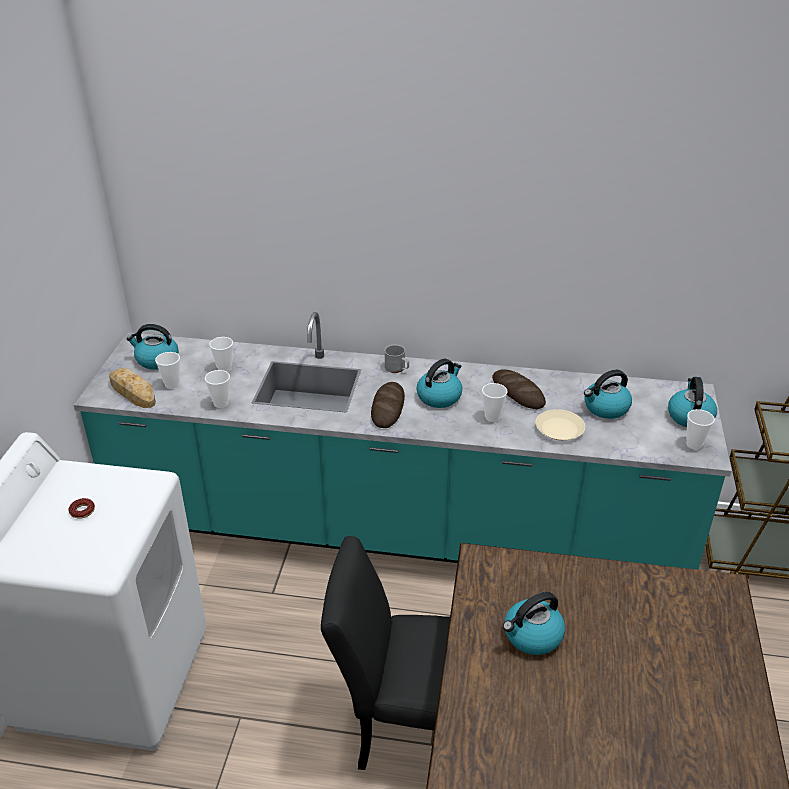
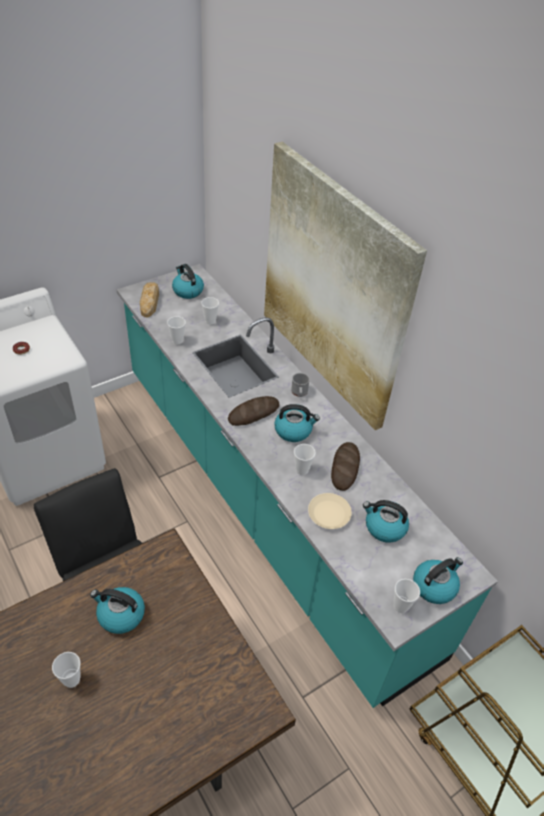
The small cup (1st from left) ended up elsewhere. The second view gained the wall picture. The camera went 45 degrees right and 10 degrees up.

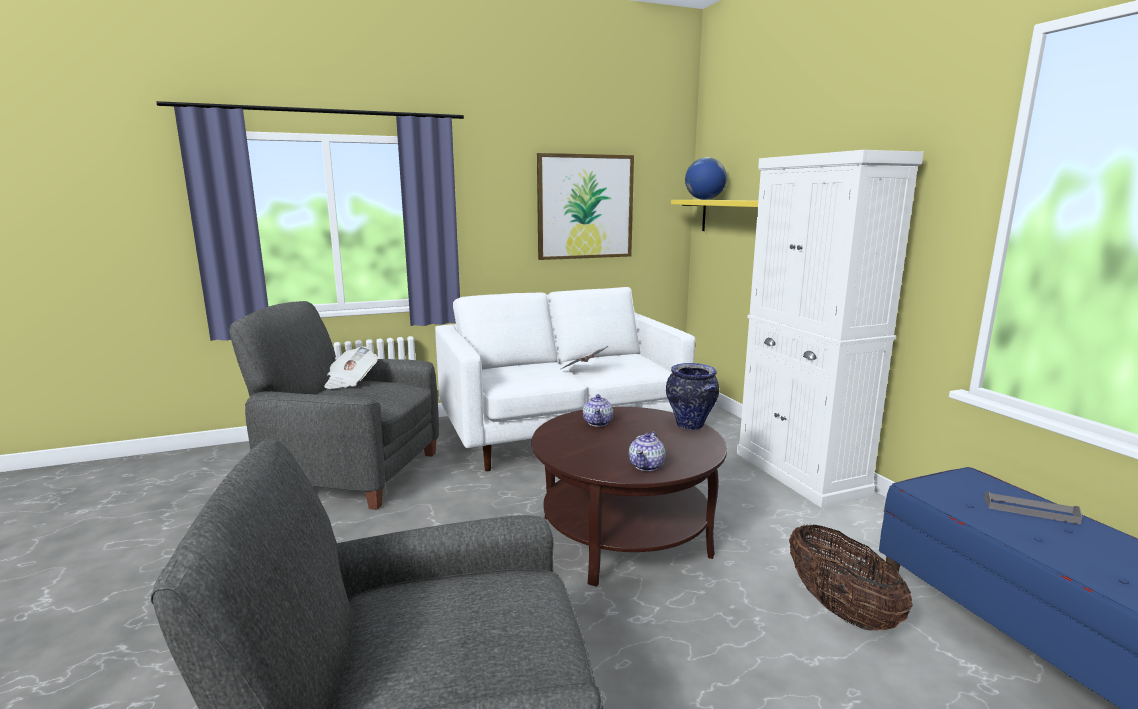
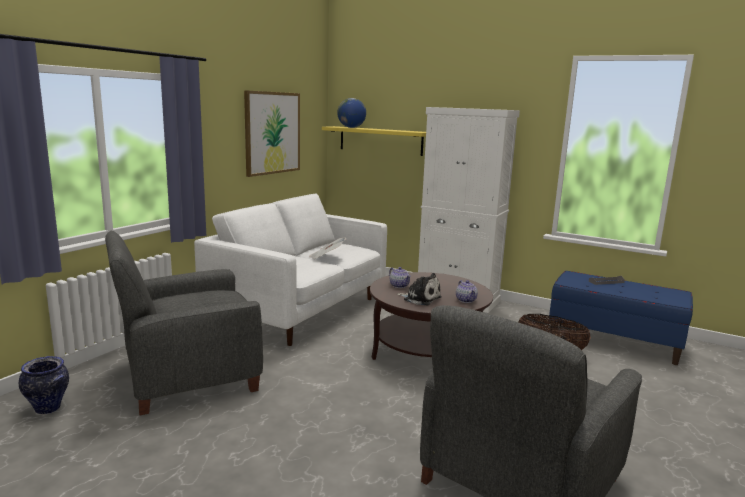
The vase ended up elsewhere. The second view gained the soft toy. The second view lost the printed paper (1st from left). The camera went 40 degrees left and 0 degrees up.

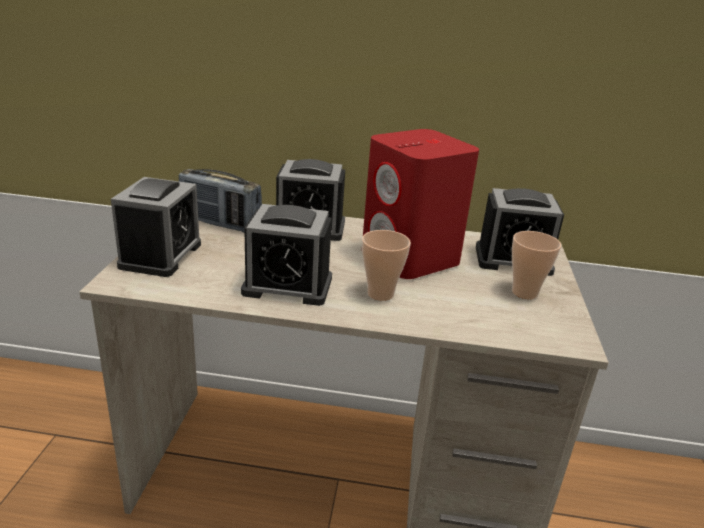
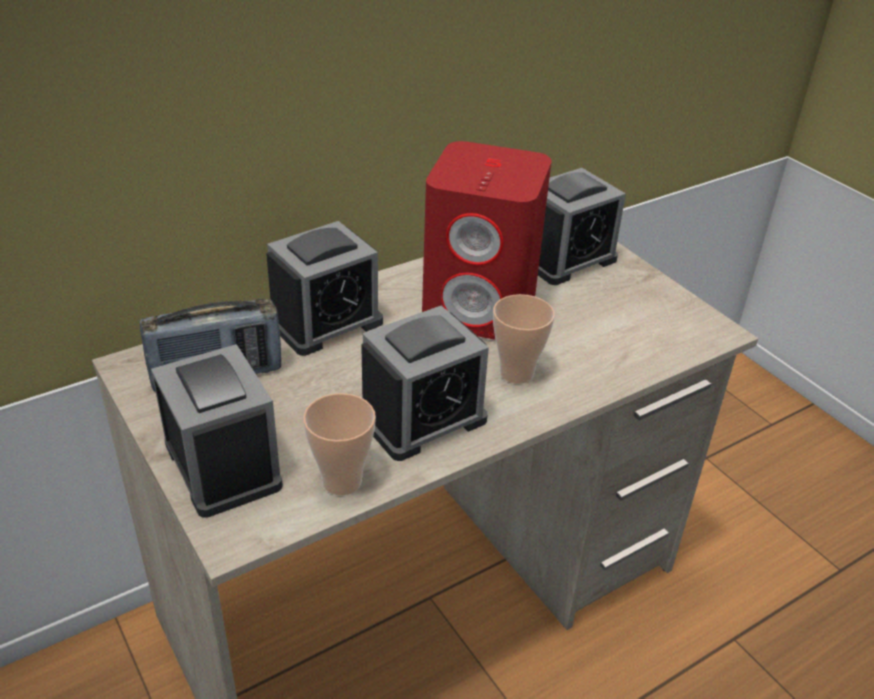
The small cup (2nd from left in the first image) ended up elsewhere. The camera went 40 degrees left and 10 degrees up.

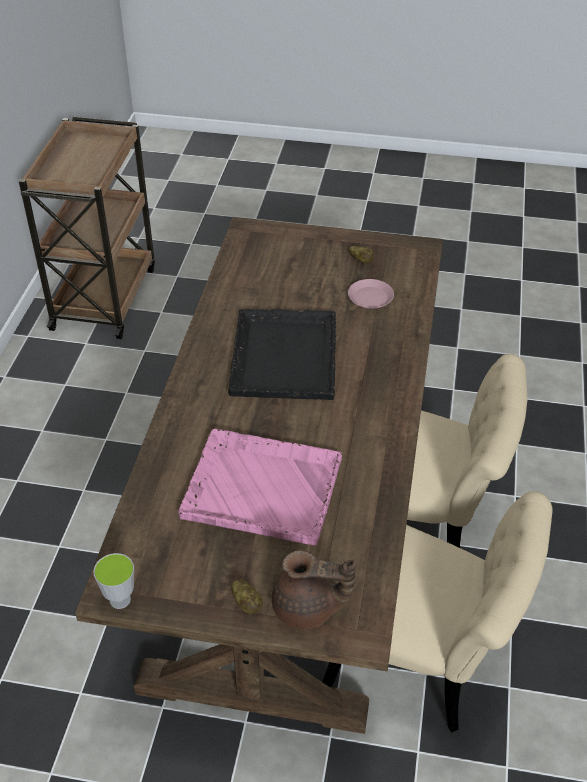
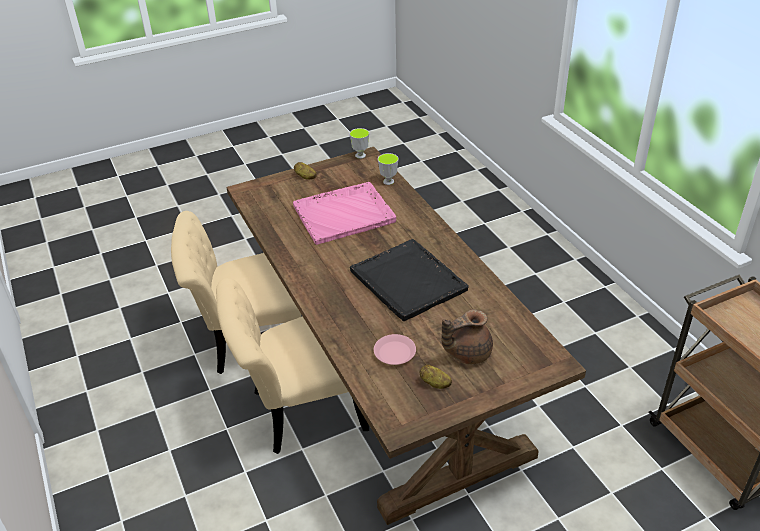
The second view gained the small cup (2nd from left). The brown-coloured tea pot ended up elsewhere. The camera went 145 degrees right and 5 degrees down.

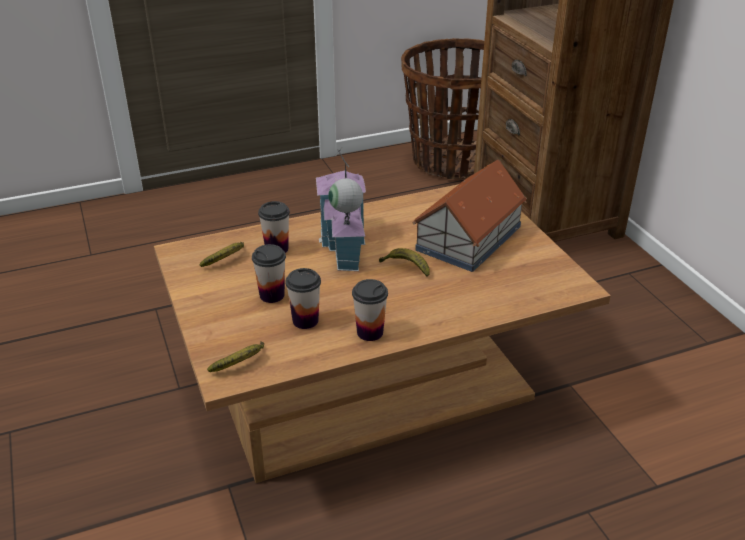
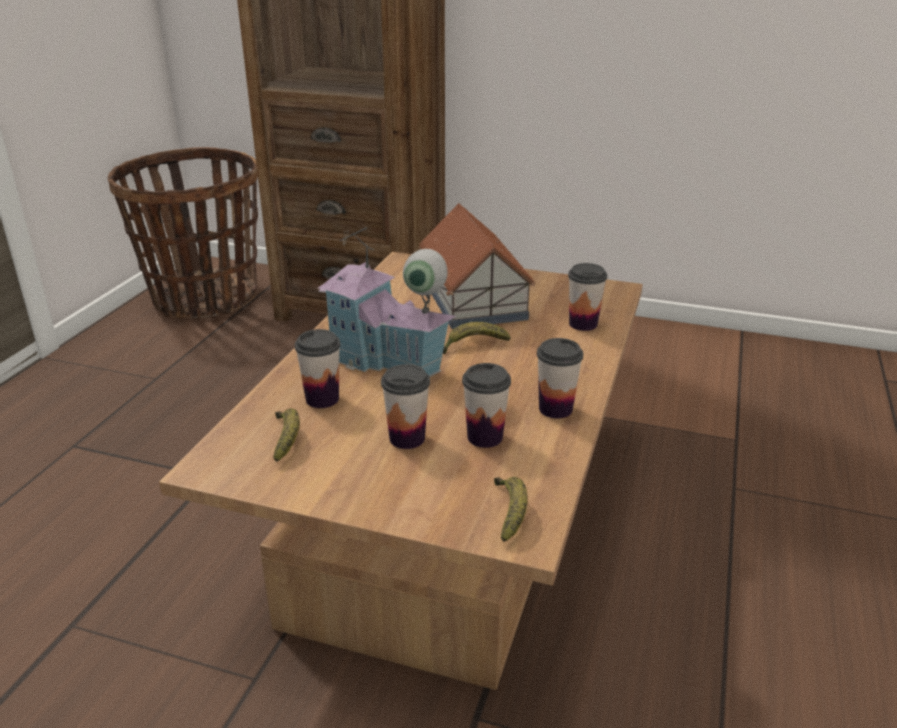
The second view gained the small cup (5th from left). The camera went 50 degrees left and 5 degrees down.

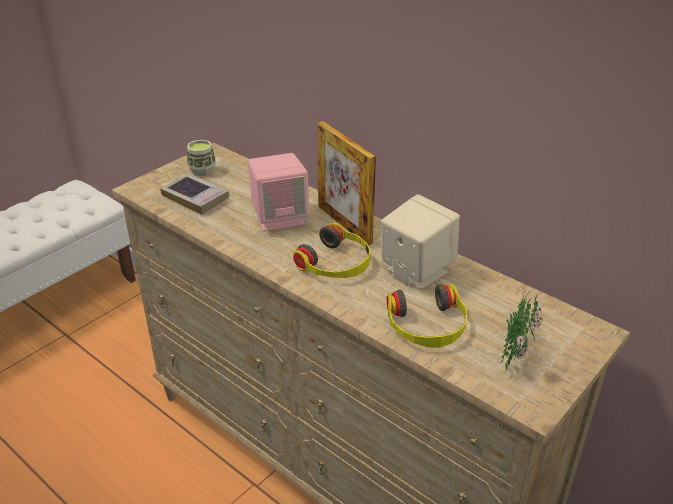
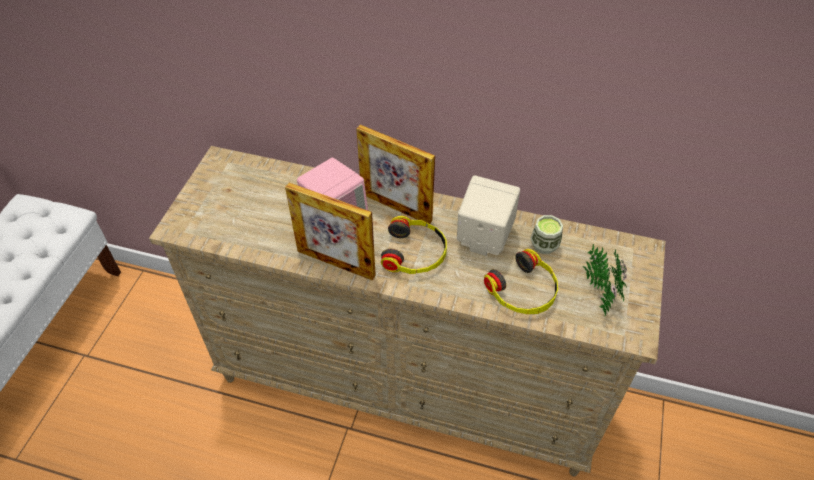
The second view gained the standing frame (1st from left). The small cup ended up elsewhere. The second view lost the volume. The camera went 25 degrees left and 15 degrees up.

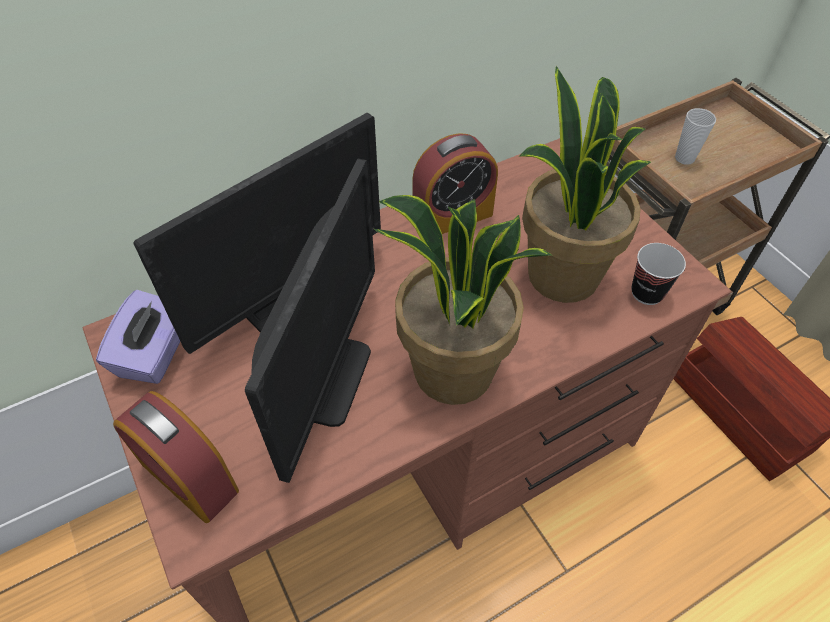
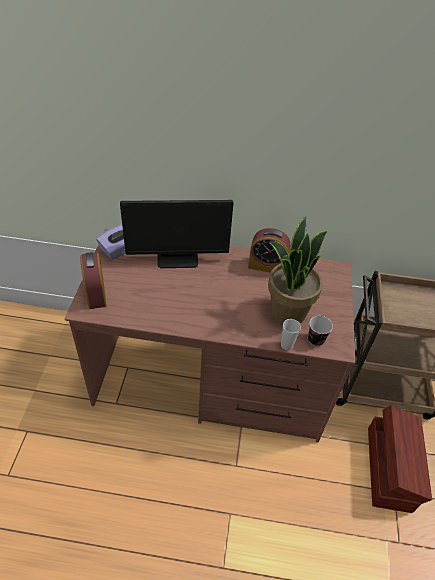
The small cup (2nd from left in the first image) ended up elsewhere. The second view lost the computer display (2nd from left). The second view lost the potted plant (1st from left). The camera went 35 degrees right and 5 degrees down.

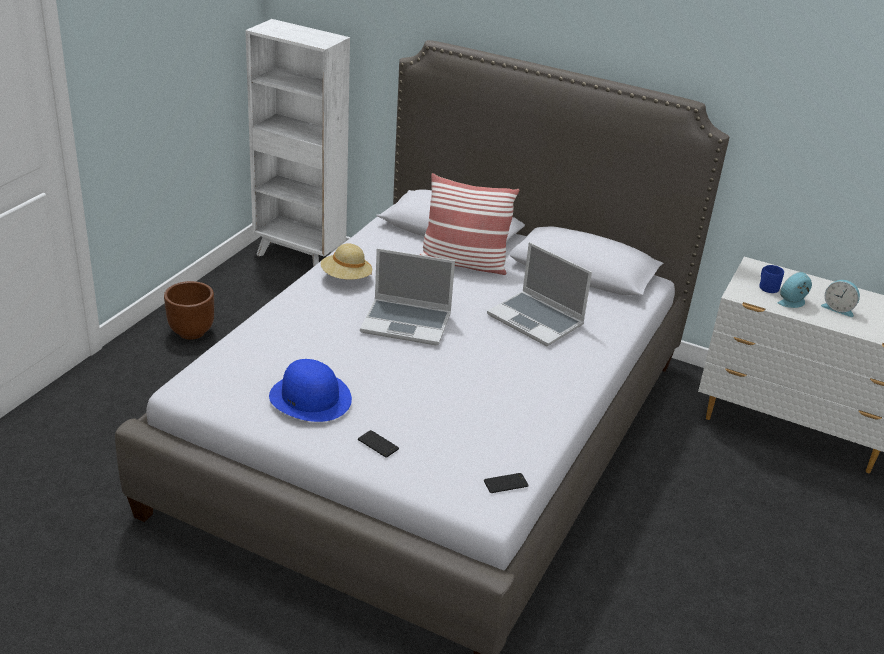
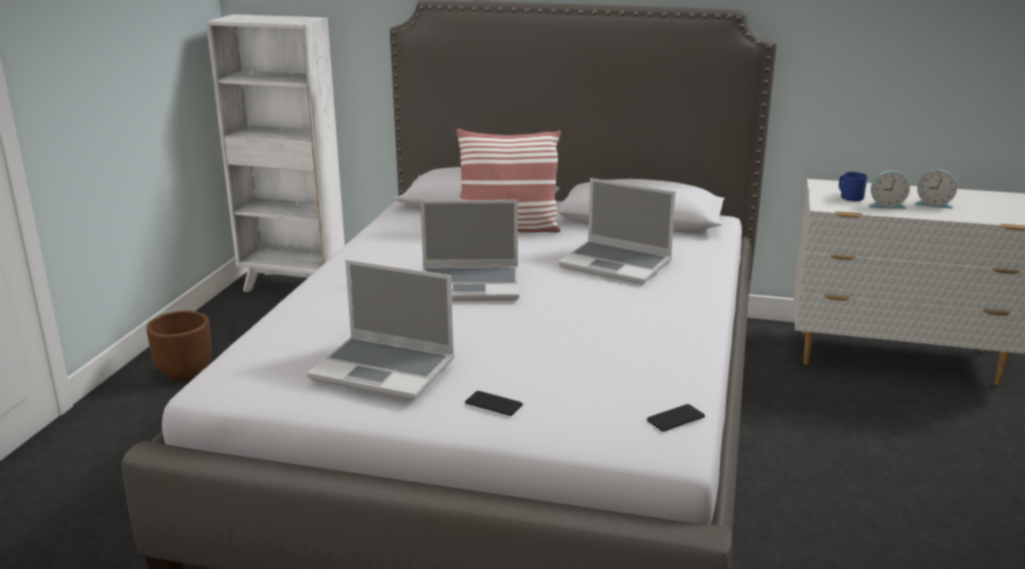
Where the blue hat stood, the notebook computer (1st from left) came to stand. The alarm clock (1st from left) ended up facing another way, 135 degrees counterclockwise from before. The second view lost the beige-coloured hat. The camera went 10 degrees left and 10 degrees down.

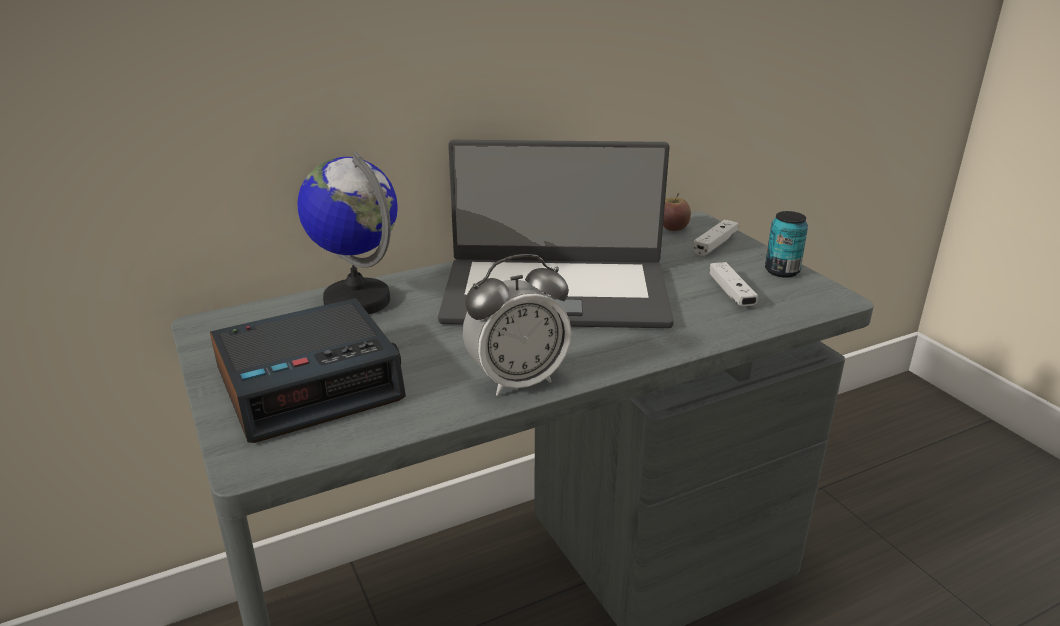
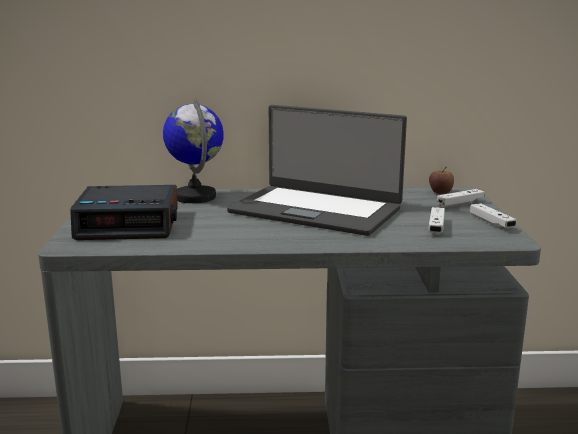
Where the can stood, the white-coloured game controller (3rd from left) came to stand. The second view lost the alarm clock (2nd from left). The camera went 25 degrees right and 10 degrees down.

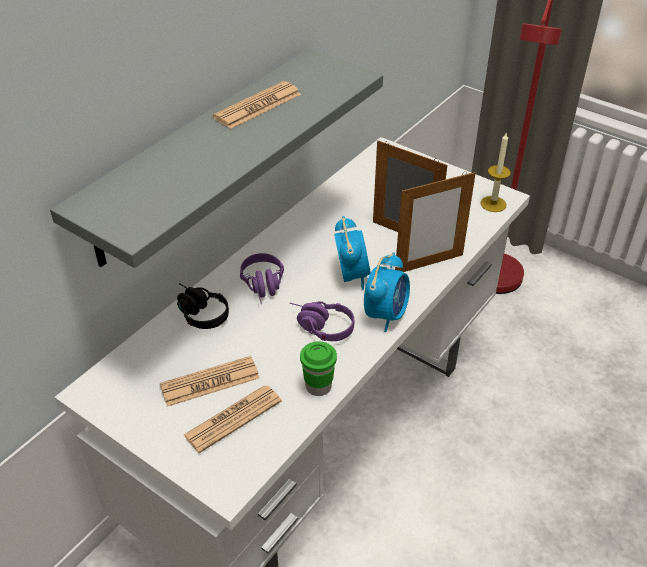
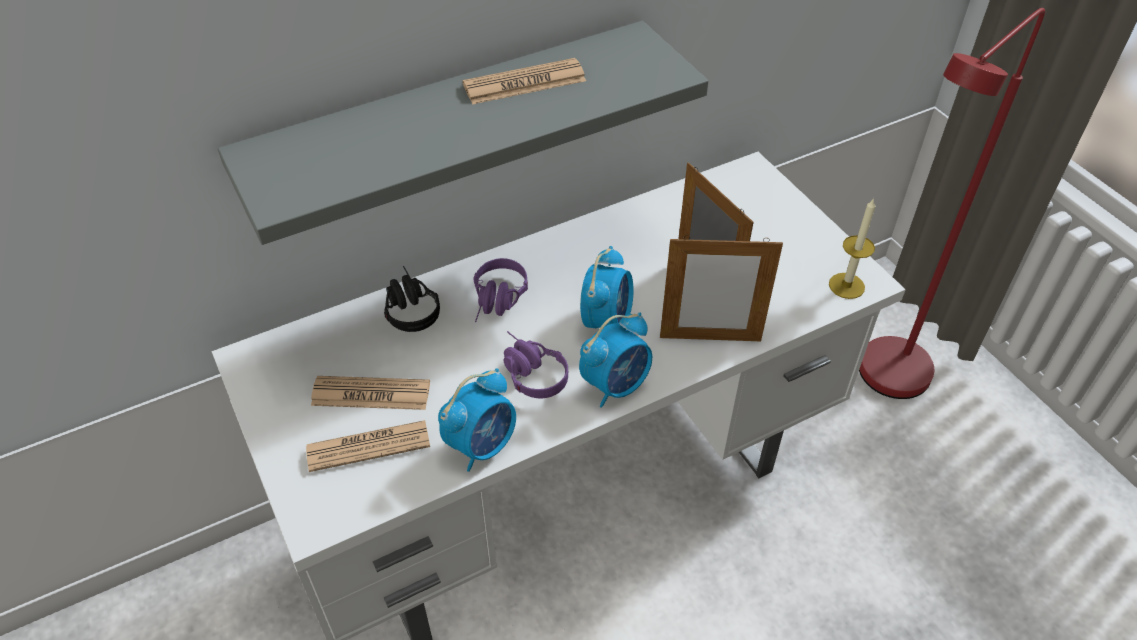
Where the green small cup stood, the alarm clock (1st from left) came to stand. The camera went 25 degrees right and 5 degrees up.

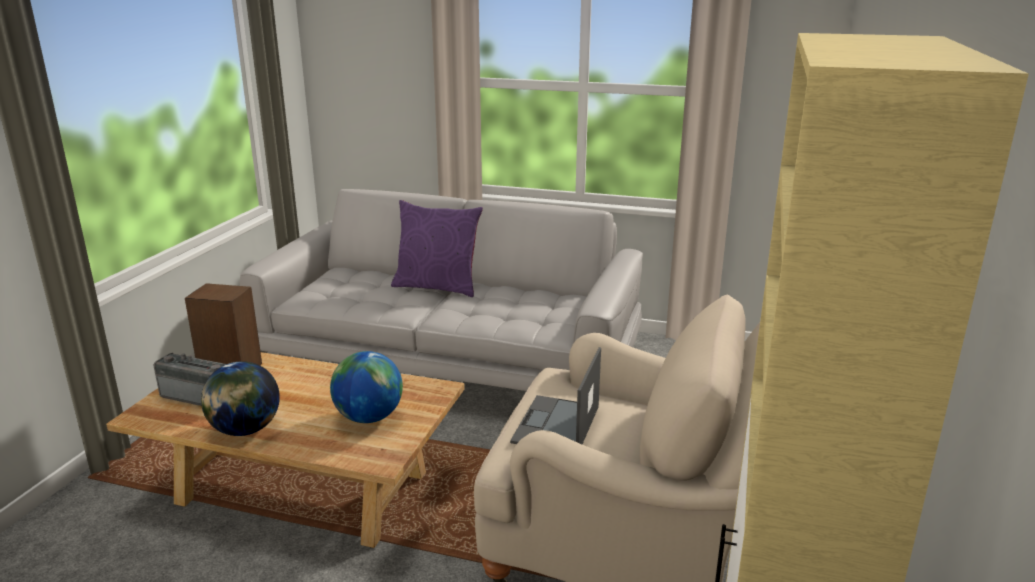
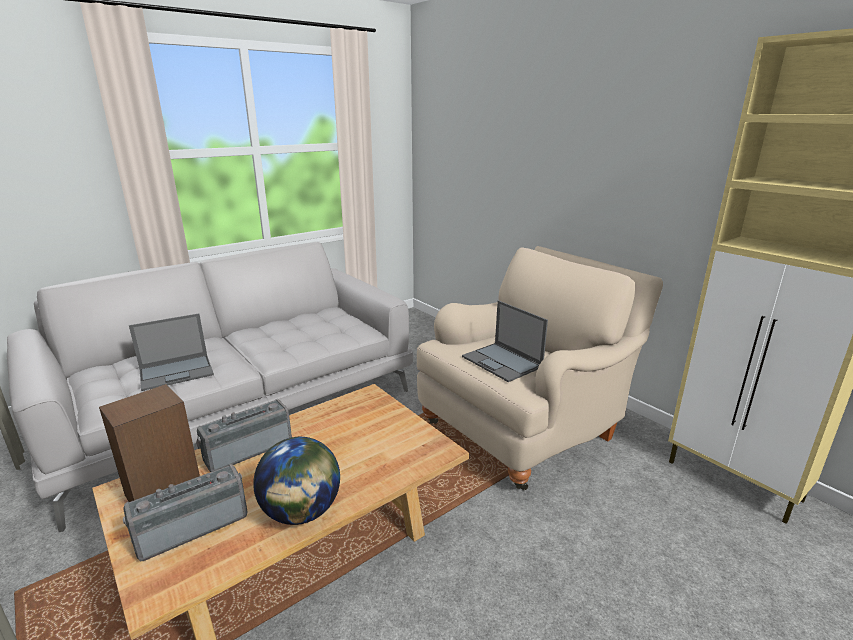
The second view gained the notebook computer (1st from left). The second view gained the radio receiver (2nd from left). The second view lost the world globe (2nd from left). The second view lost the purple-coloured cushion. The camera went 55 degrees left and 0 degrees up.

